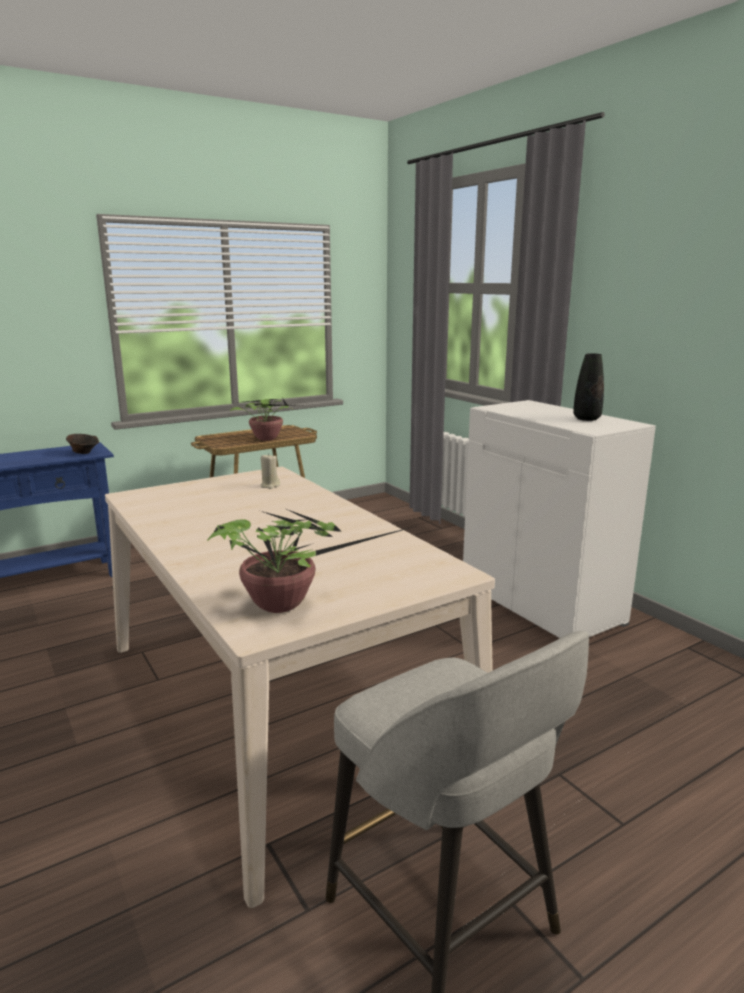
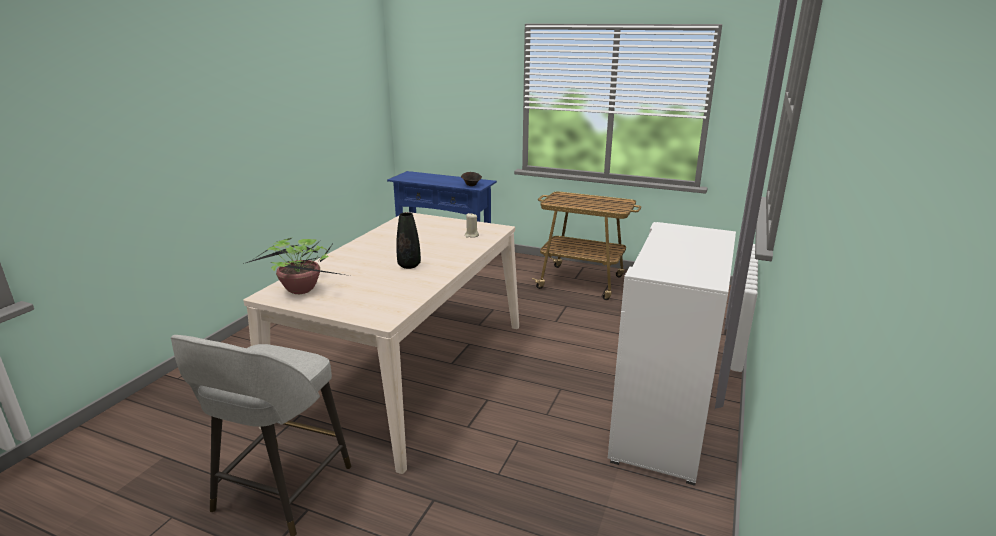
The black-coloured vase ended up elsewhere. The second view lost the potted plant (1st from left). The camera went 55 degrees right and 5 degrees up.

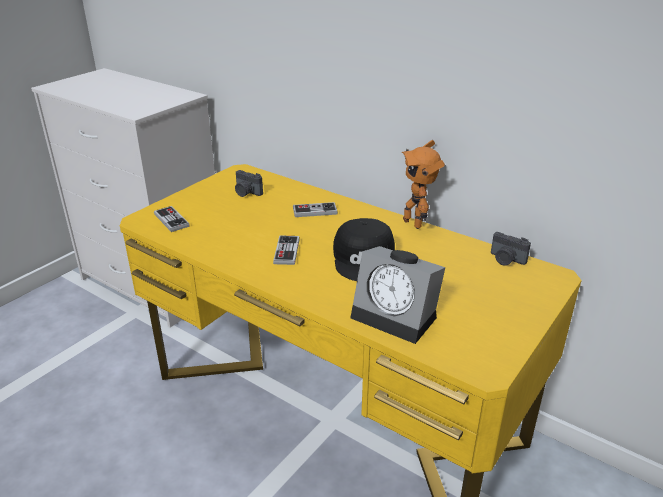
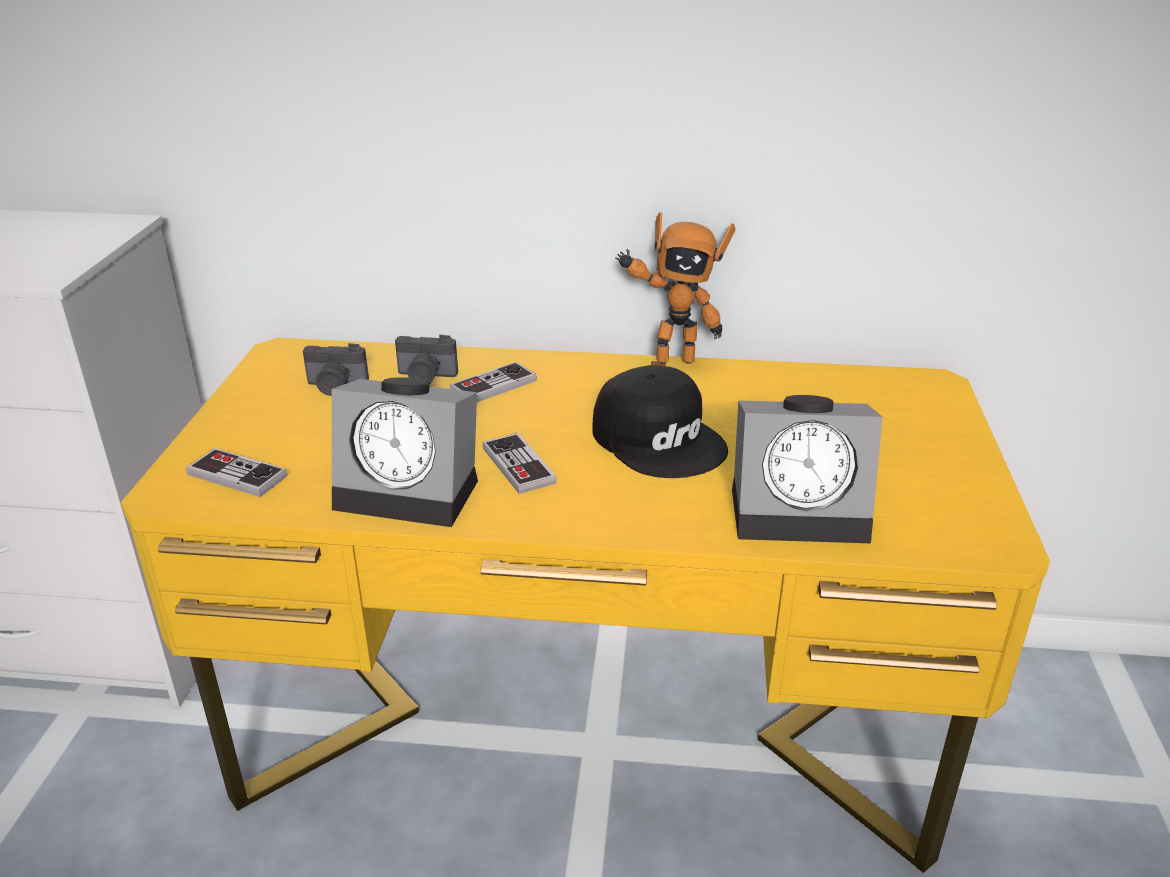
The second view gained the alarm clock (1st from left). The still camera (2nd from left) ended up elsewhere. The toy robot ended up facing another way, 45 degrees counterclockwise from before. The camera went 30 degrees left and 0 degrees up.

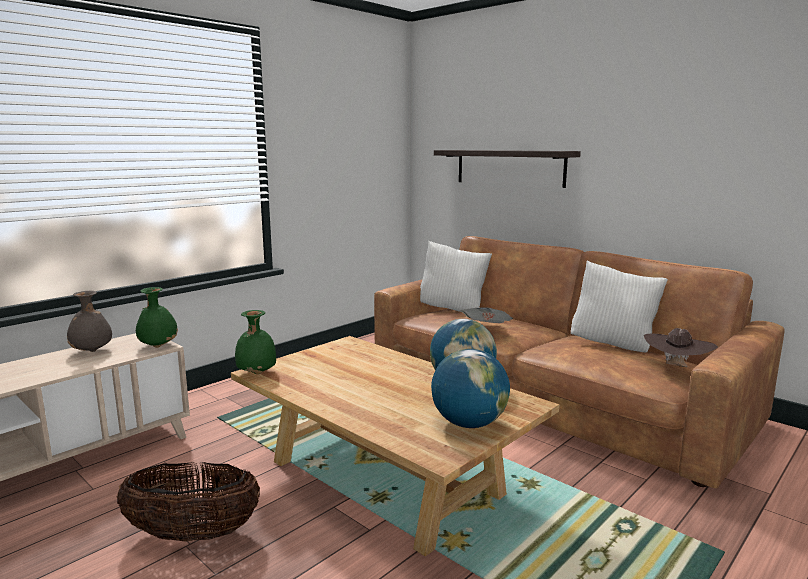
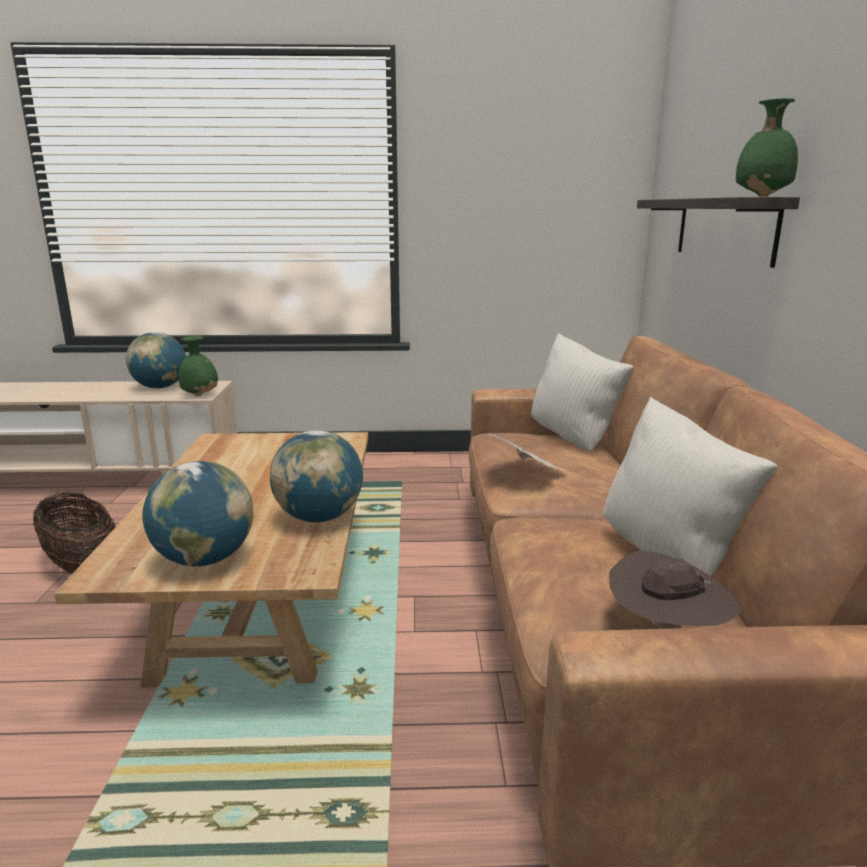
Where the gray vase stood, the world globe (1st from left) came to stand. The green vase (2nd from left) ended up elsewhere. The camera went 45 degrees right and 5 degrees up.

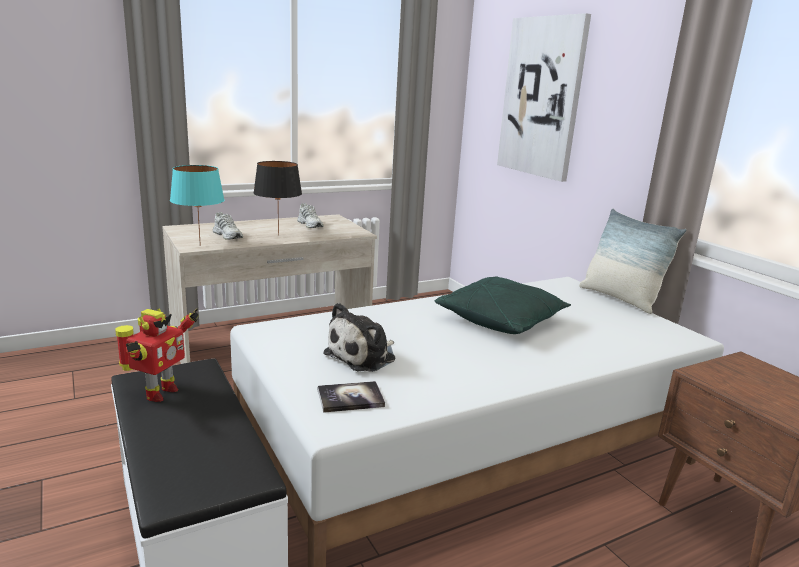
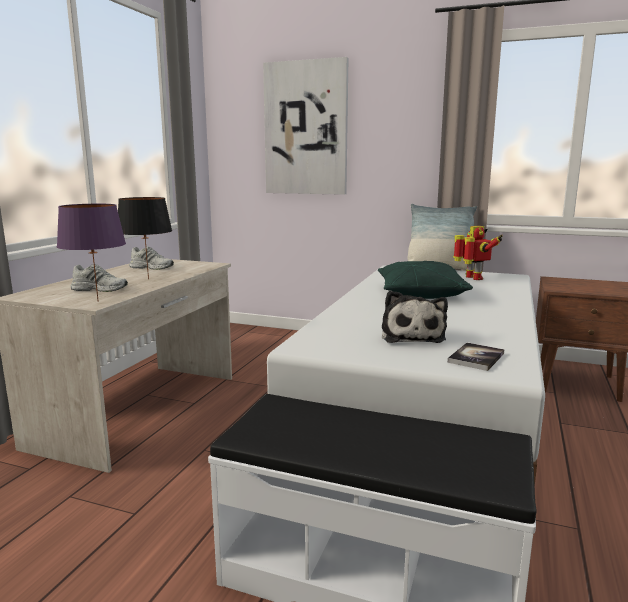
What was the turquoise-coloured table lamp turned into the purple-coloured table lamp. The toy robot ended up elsewhere. The camera went 40 degrees left and 5 degrees down.

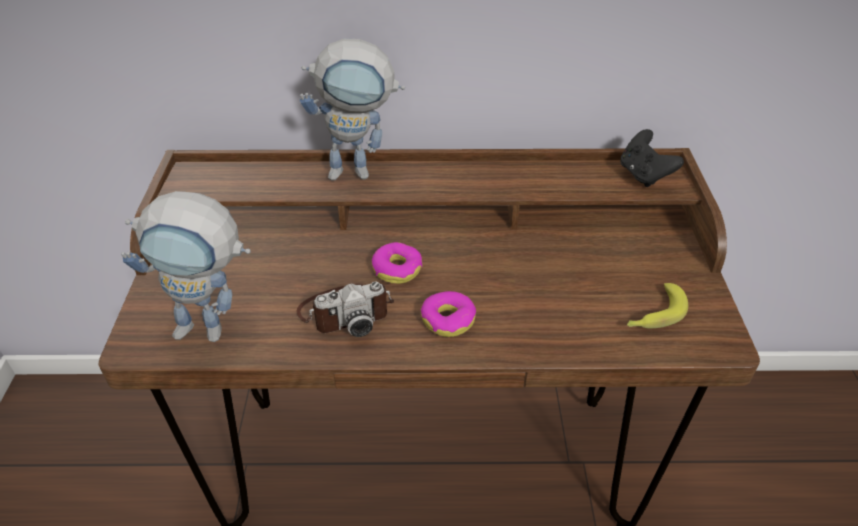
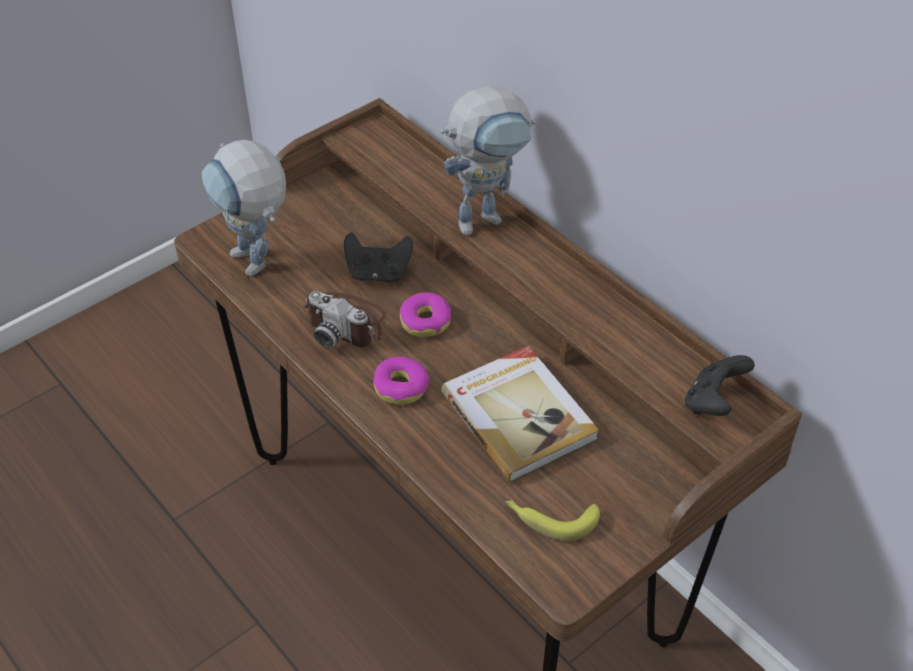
The second view gained the black-coloured game controller (1st from left). The toy robot (2nd from left) ended up facing another way, 75 degrees counterclockwise from before. The second view gained the volume. The camera went 50 degrees right and 5 degrees up.

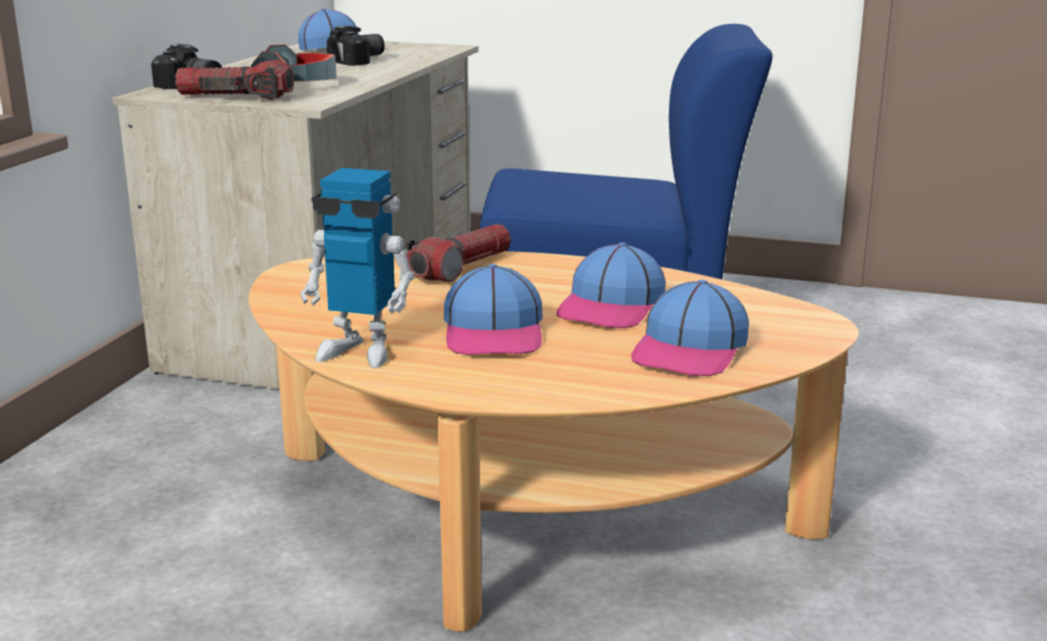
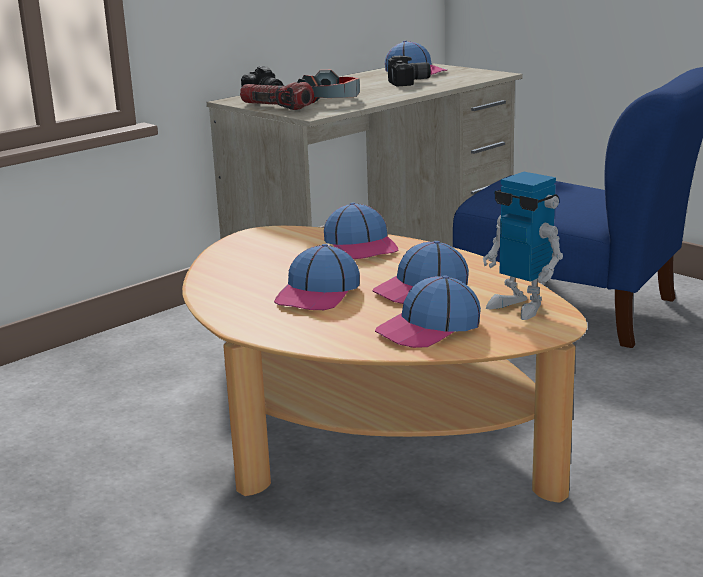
Where the flashlight (2nd from left) stood, the cap (2nd from left) came to stand. The toy robot ended up elsewhere. The camera went 30 degrees right and 0 degrees up.

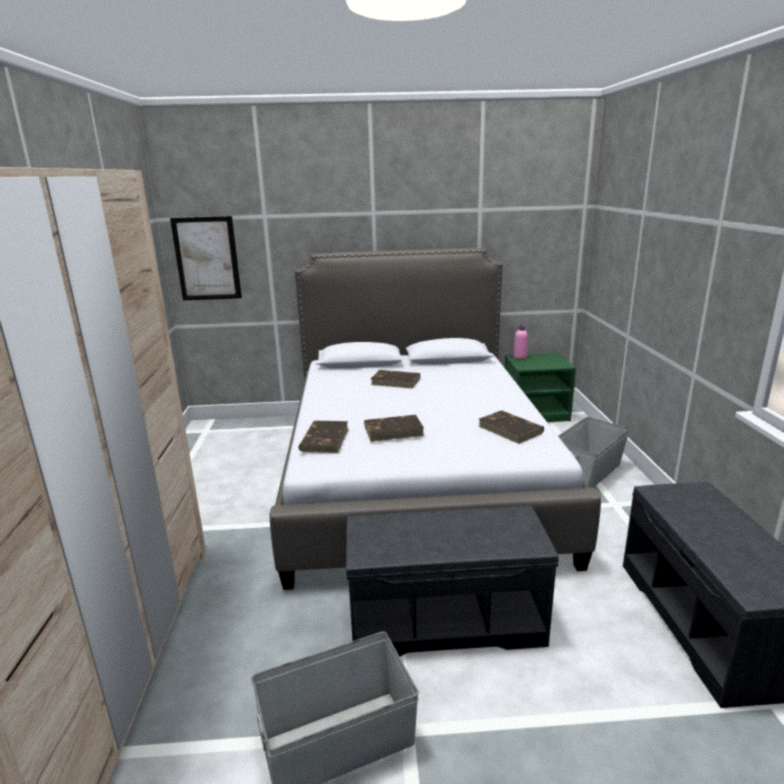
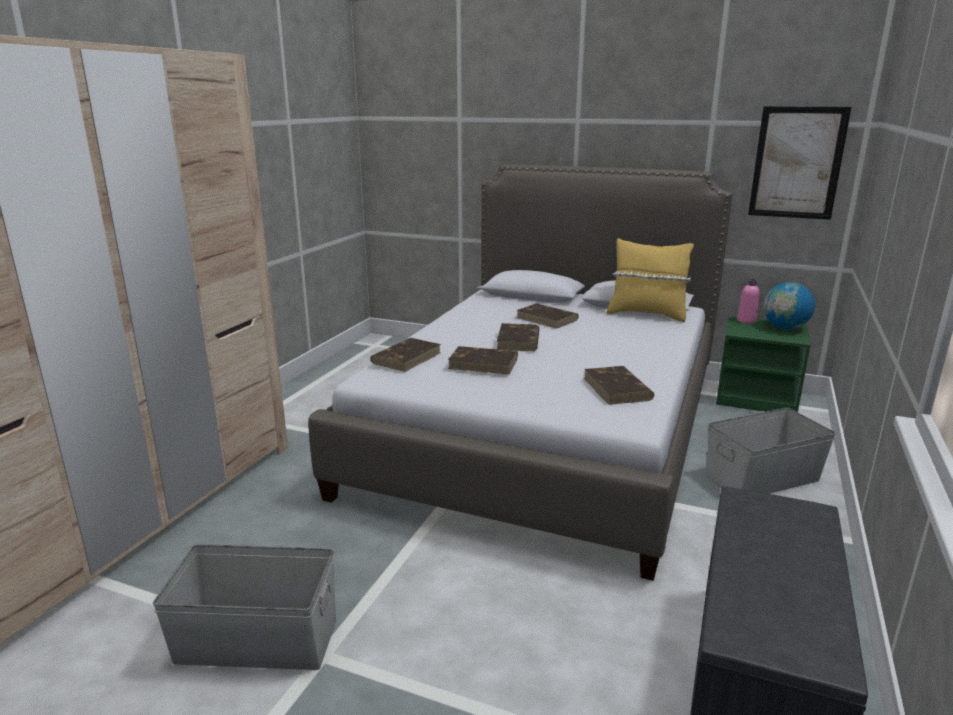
The second view gained the brown-coloured volume (3rd from left). The second view gained the yellow cushion. The wall picture ended up elsewhere. The second view gained the world globe. The second view lost the gray long seat (1st from left). The camera went 25 degrees right and 0 degrees up.

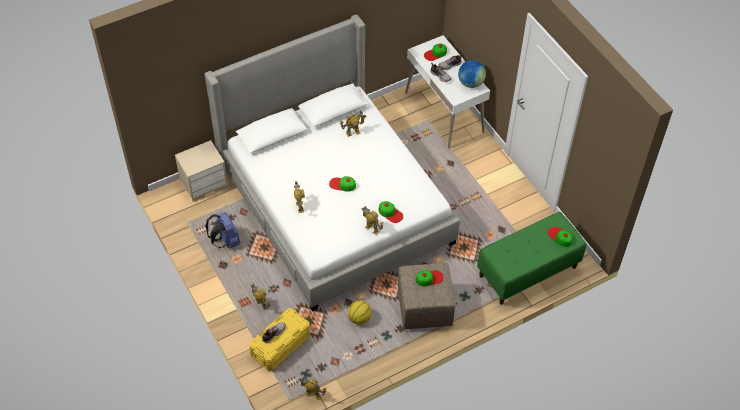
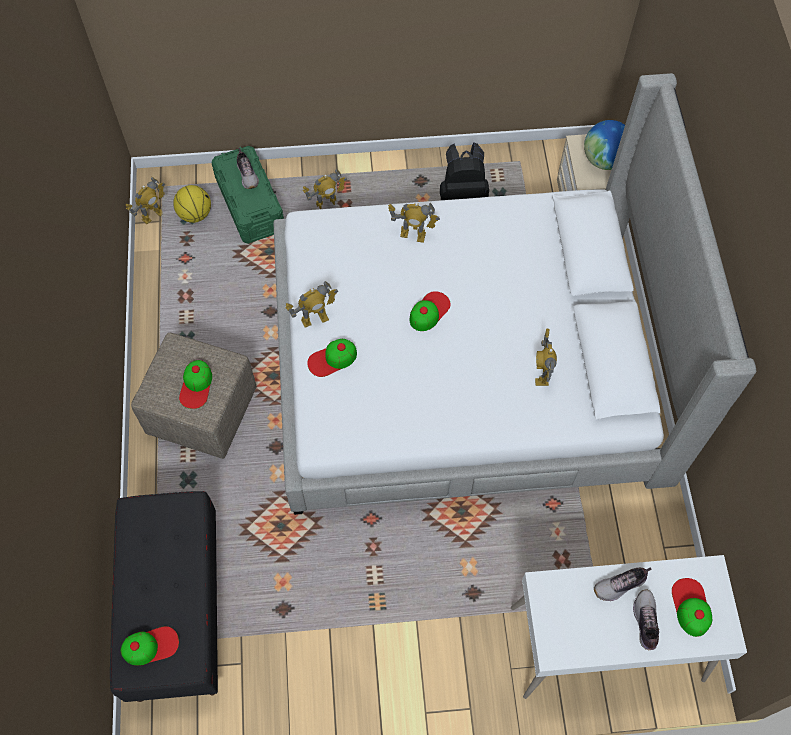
What was the green long seat turned into the black-coloured long seat. The basketball ended up elsewhere. What was the yellow storage bin turned into the green storage bin. What was the blue rucksack turned into the black-coloured rucksack. The world globe ended up elsewhere. The camera went 115 degrees right and 10 degrees up.

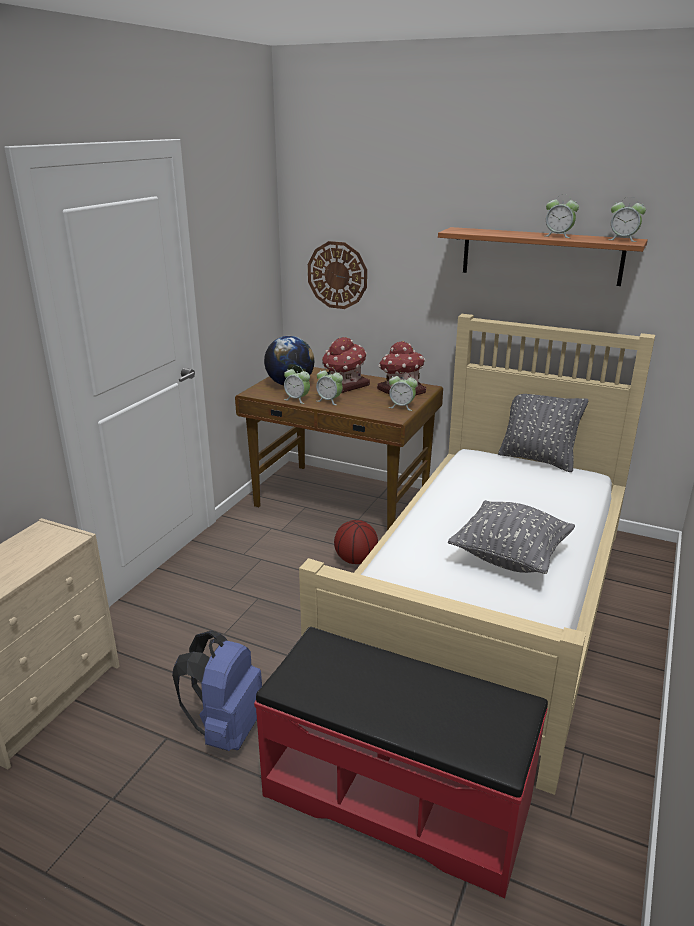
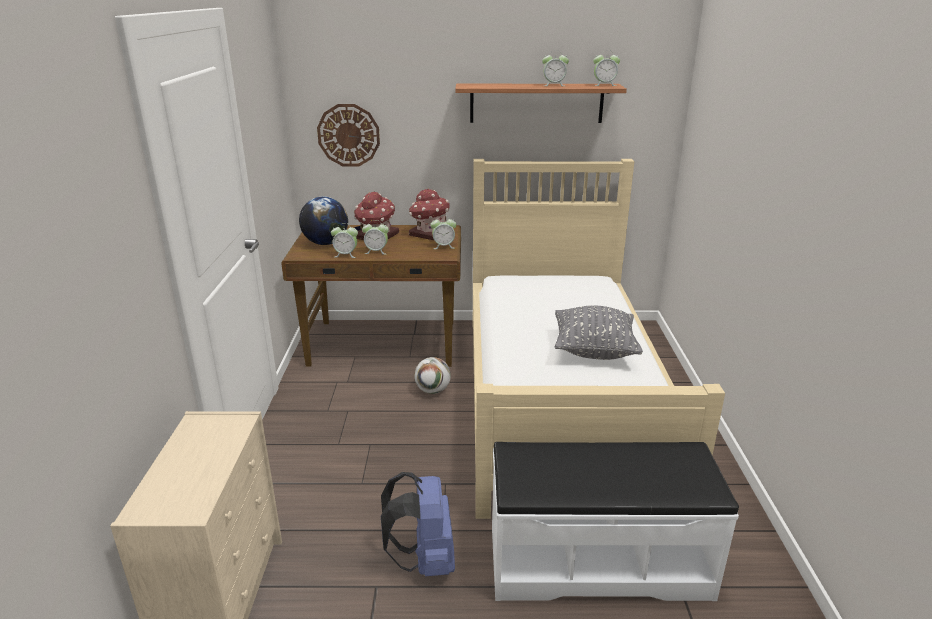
Where the basketball stood, the football came to stand. What was the red-coloured long seat turned into the white-coloured long seat. The second view lost the gray cushion (2nd from left). The camera went 25 degrees left and 0 degrees up.

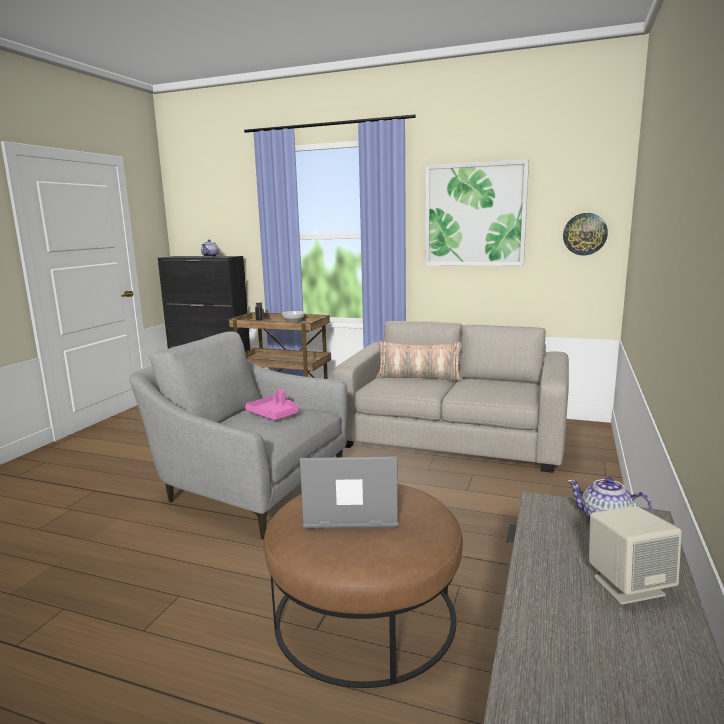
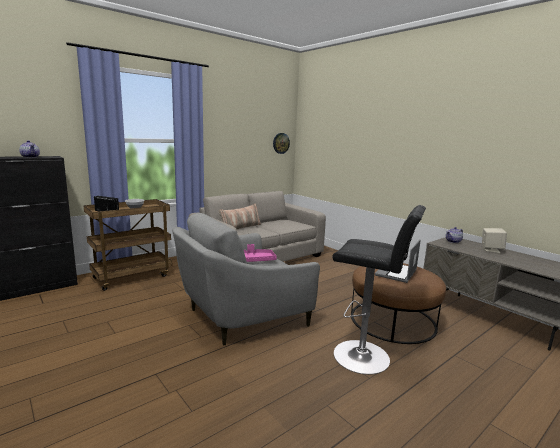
The second view gained the black-coloured stool. The second view lost the wall picture. The camera went 60 degrees left and 0 degrees up.

